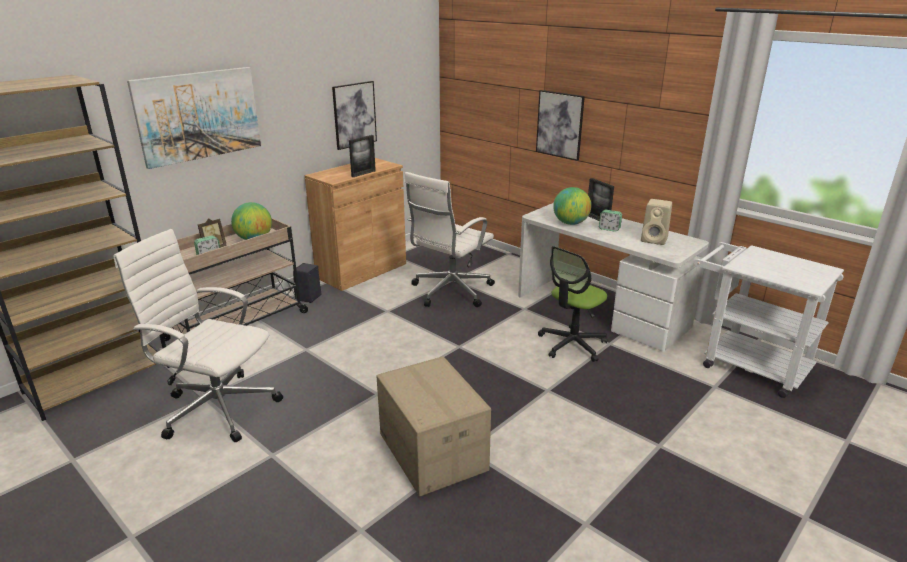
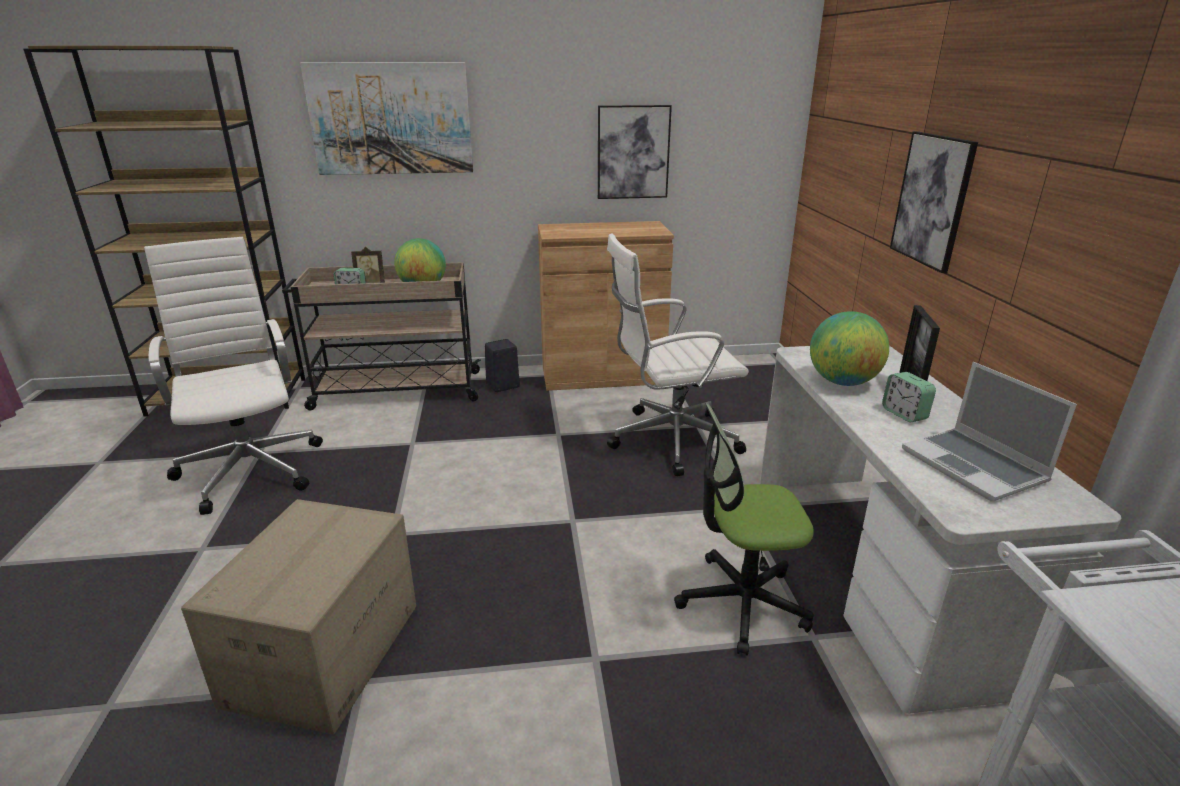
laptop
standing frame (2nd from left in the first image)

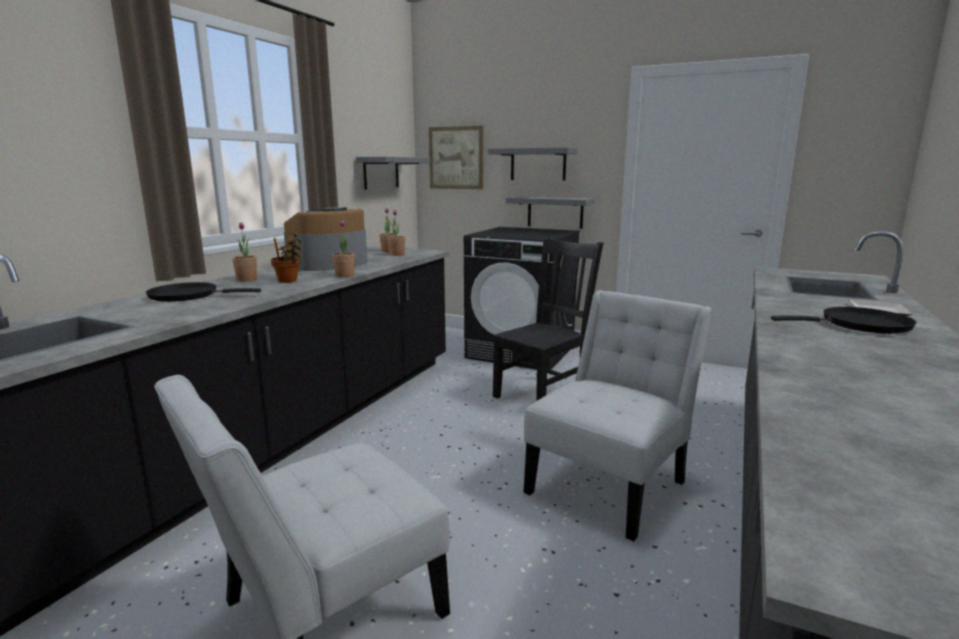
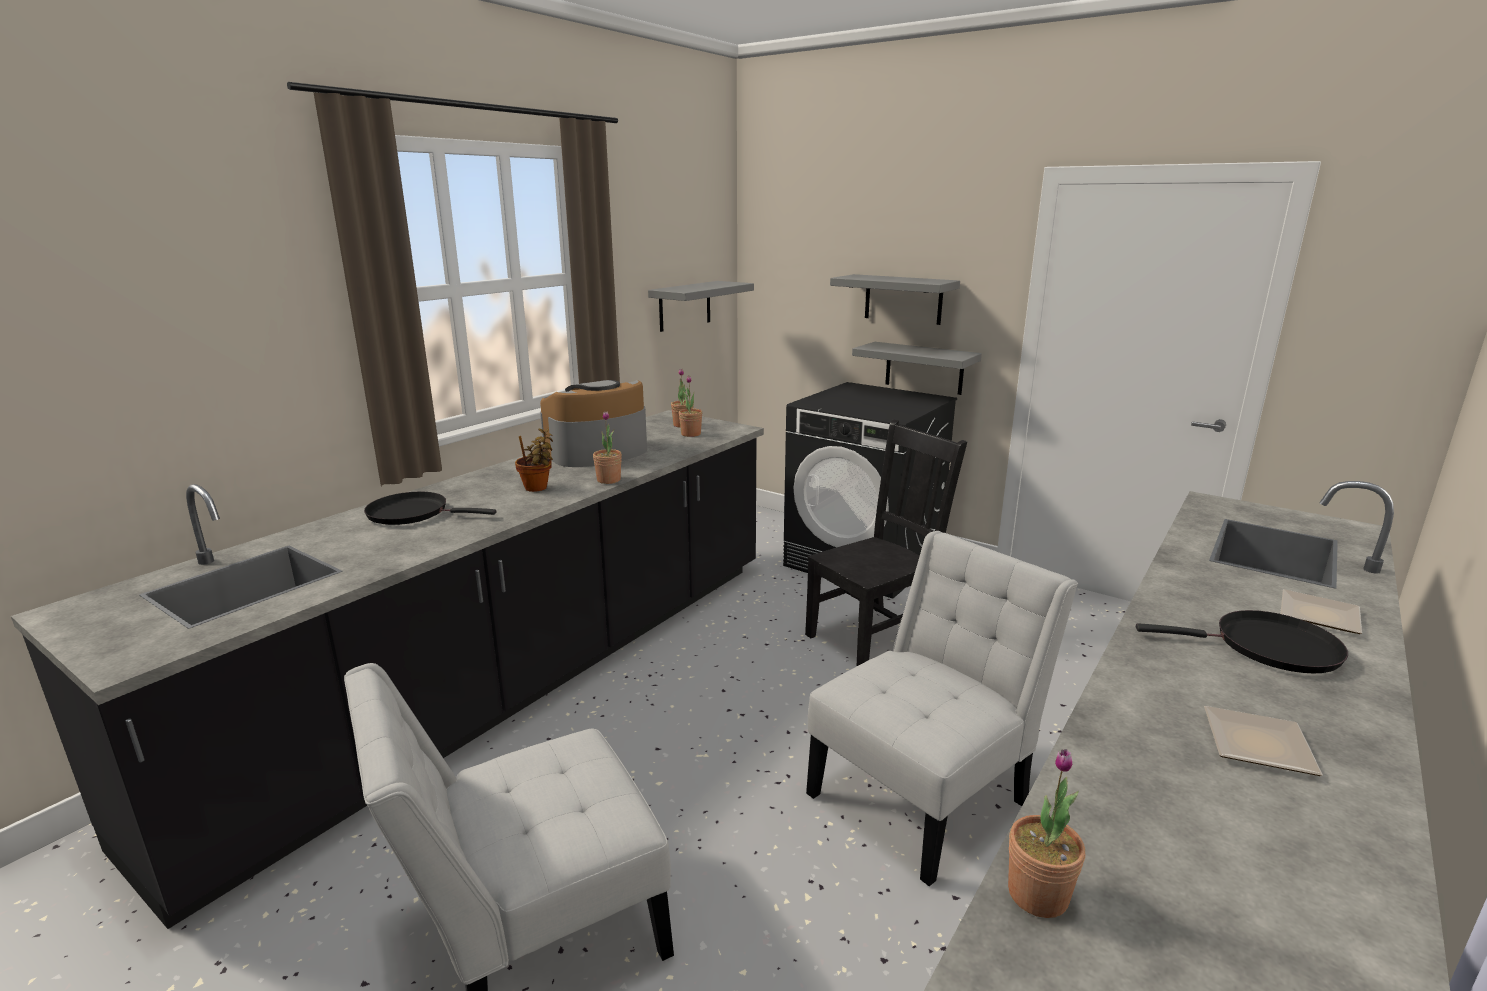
houseplant (5th from left)
dinner plate (1st from left)
wall art

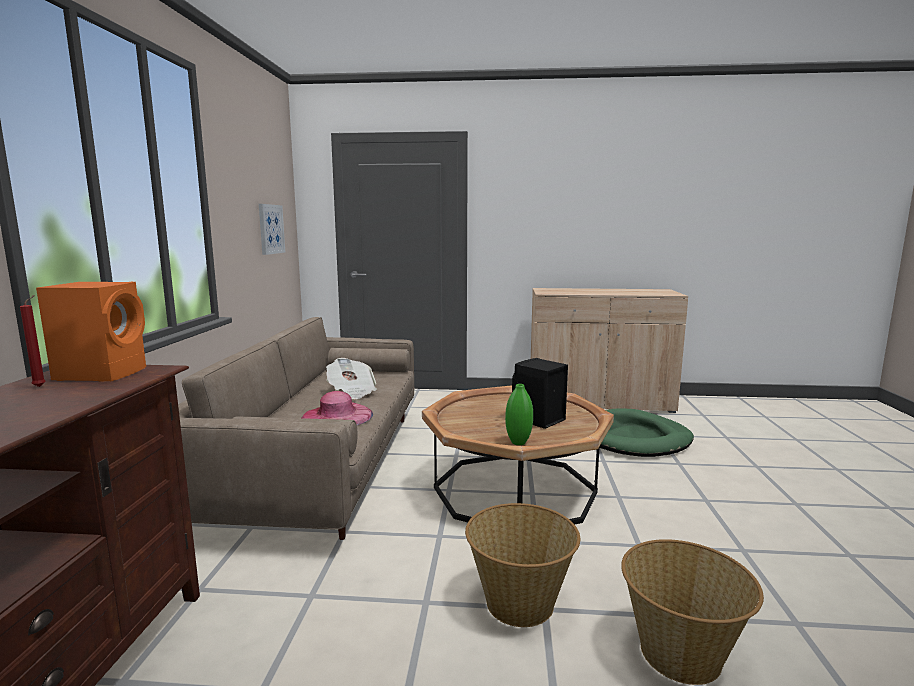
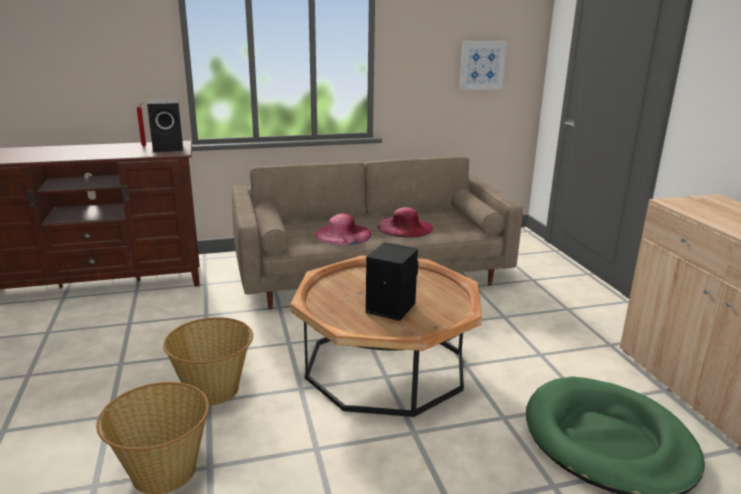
blackish audio speaker (1st from left)
pinkish wearable hat (2nd from left)
green decorative vase

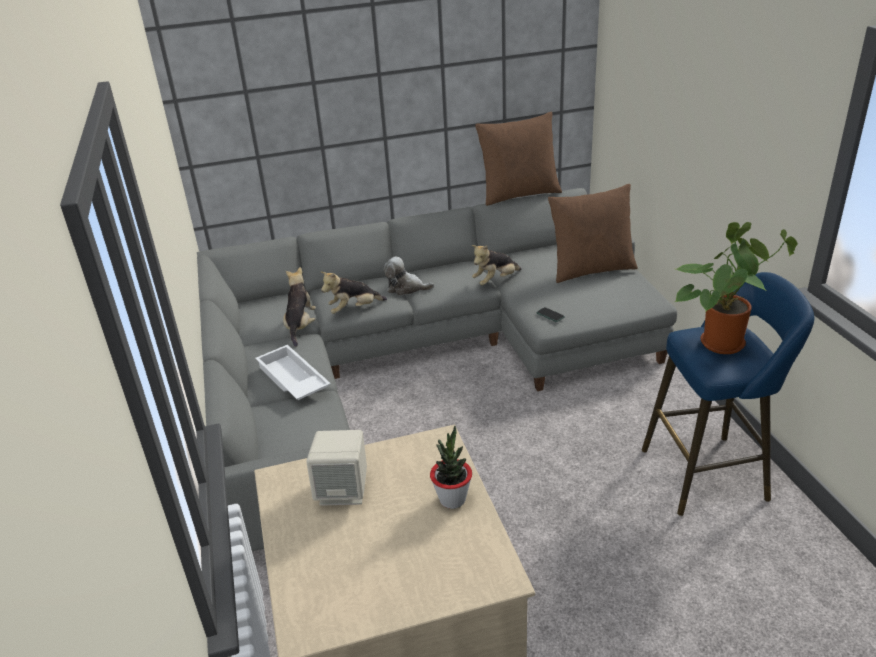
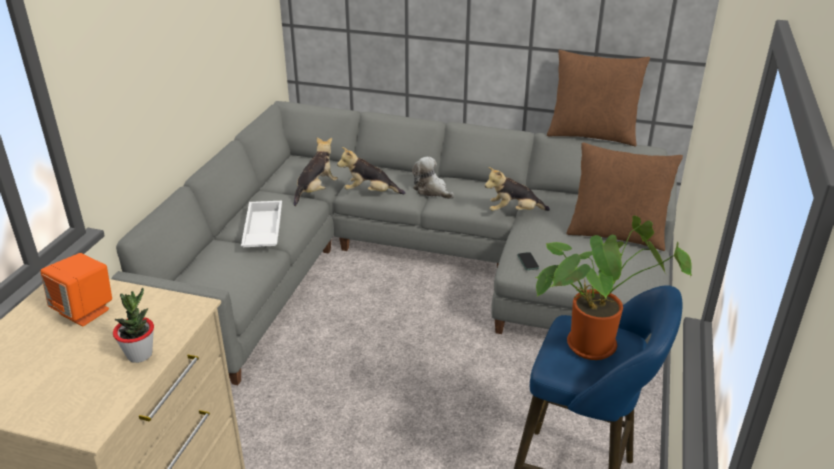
orange audio speaker

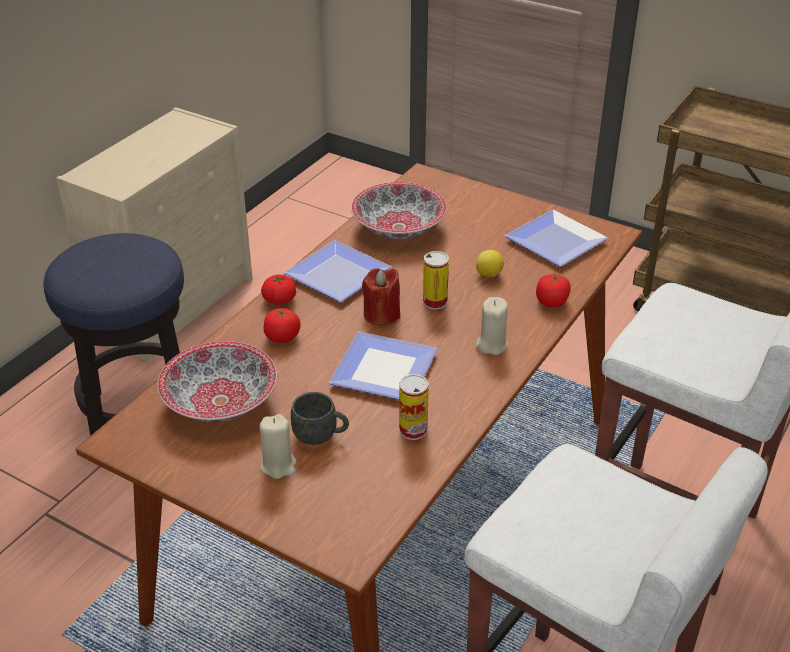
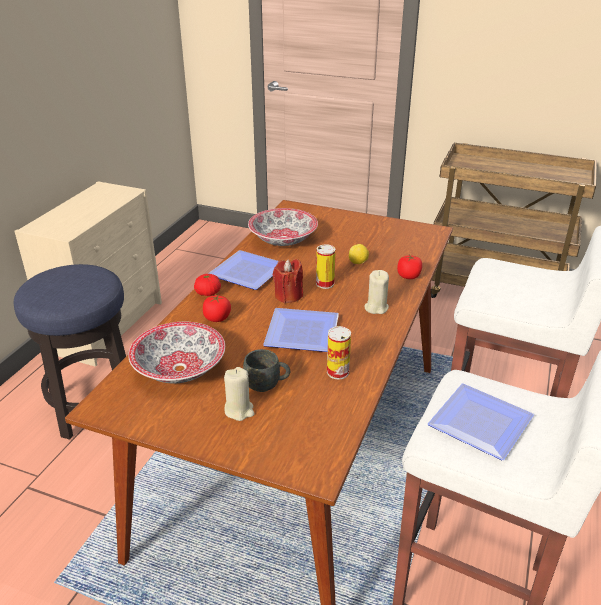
dinner plate (3rd from left)

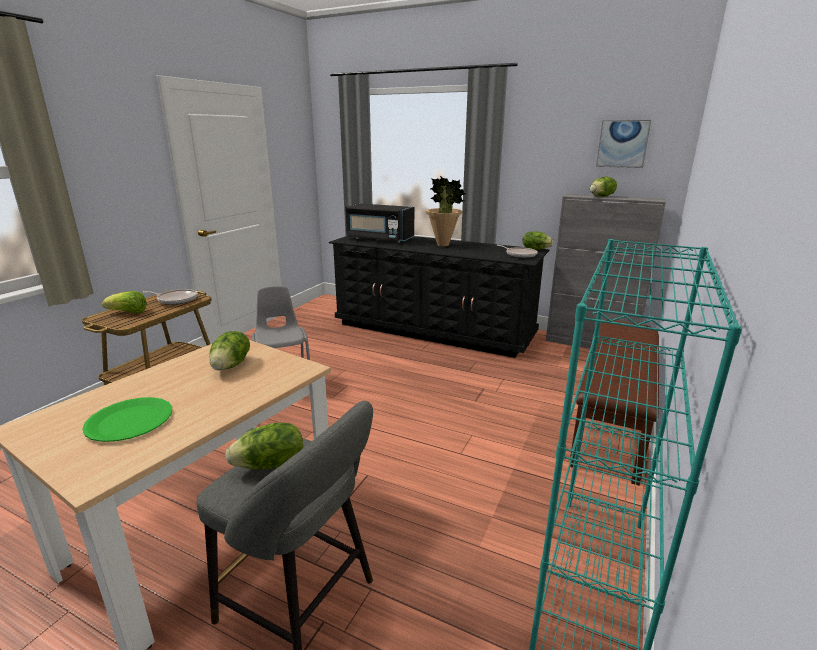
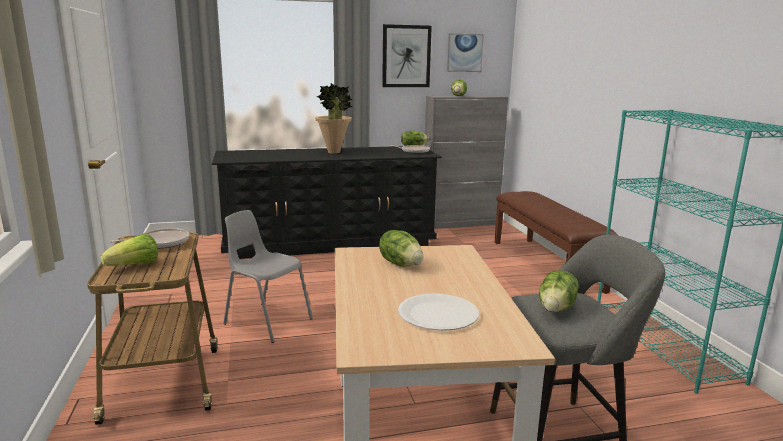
wall art (1st from left)
white-coloured dinner plate
blackish microwave oven

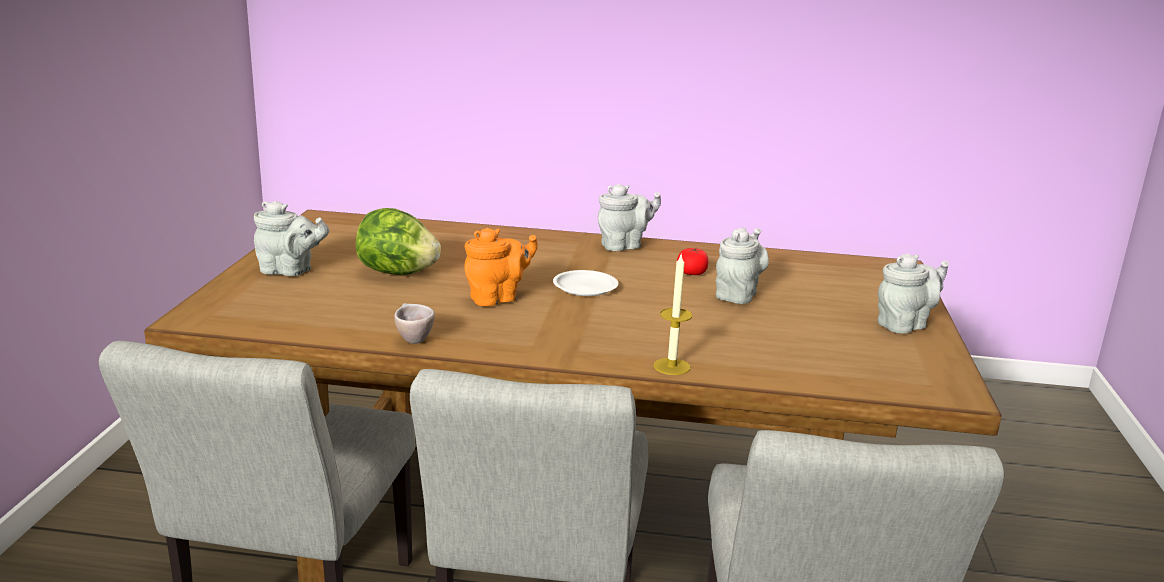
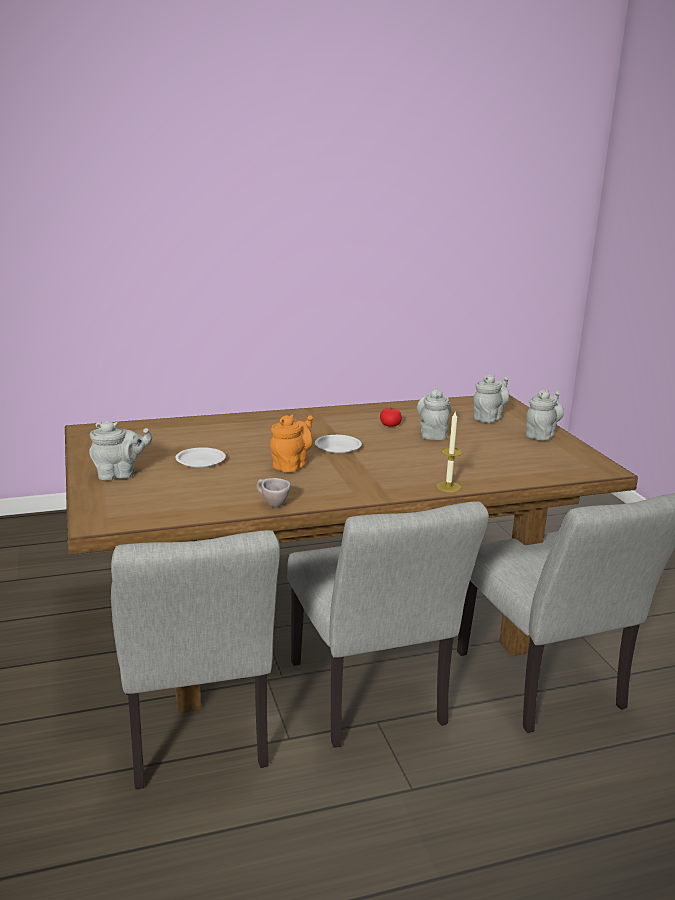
white-coloured dinner plate (1st from left)
grey pot for tea (3rd from left)

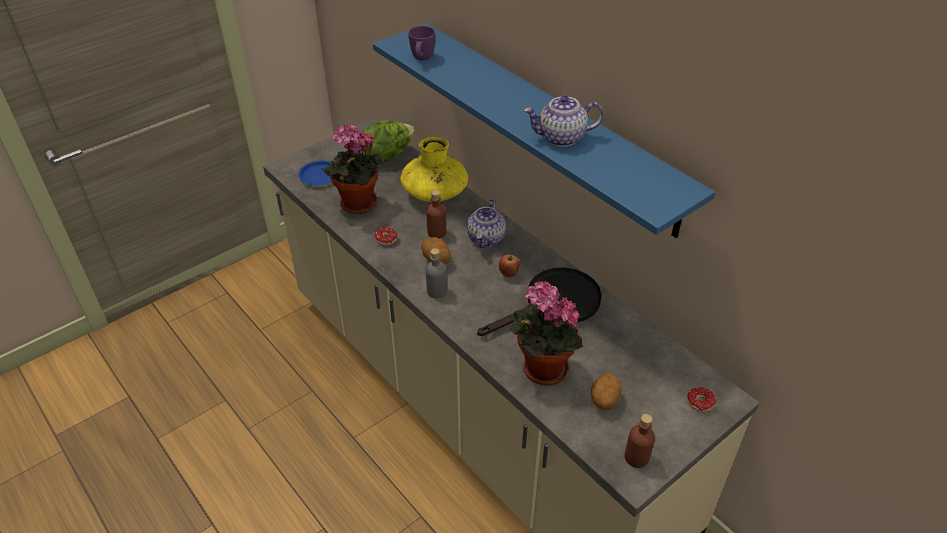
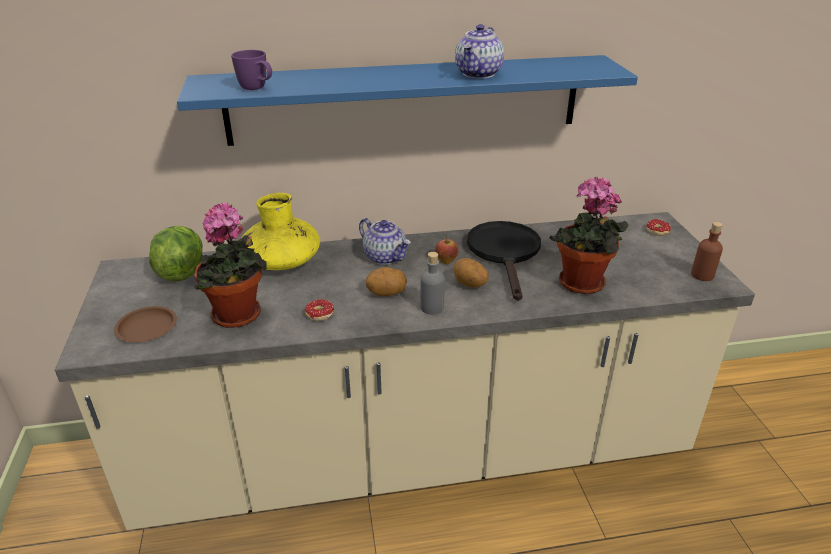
brown dinner plate
spud (2nd from left)
brown beverage bottle (1st from left in the first image)

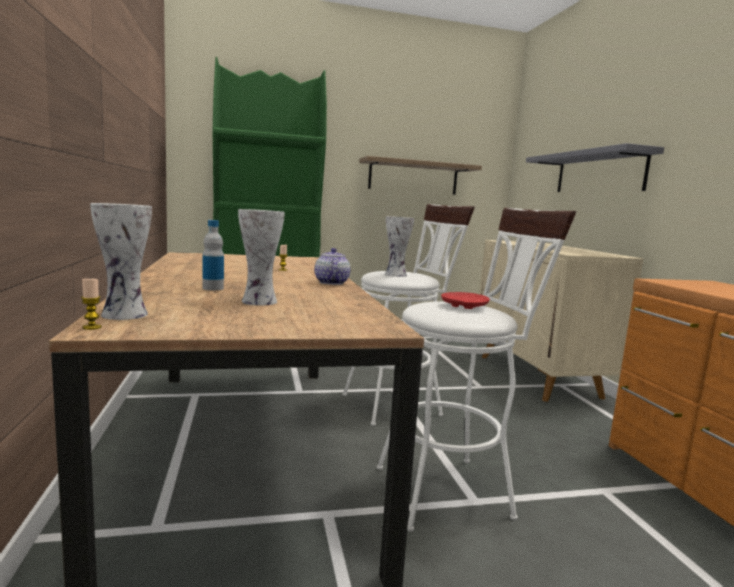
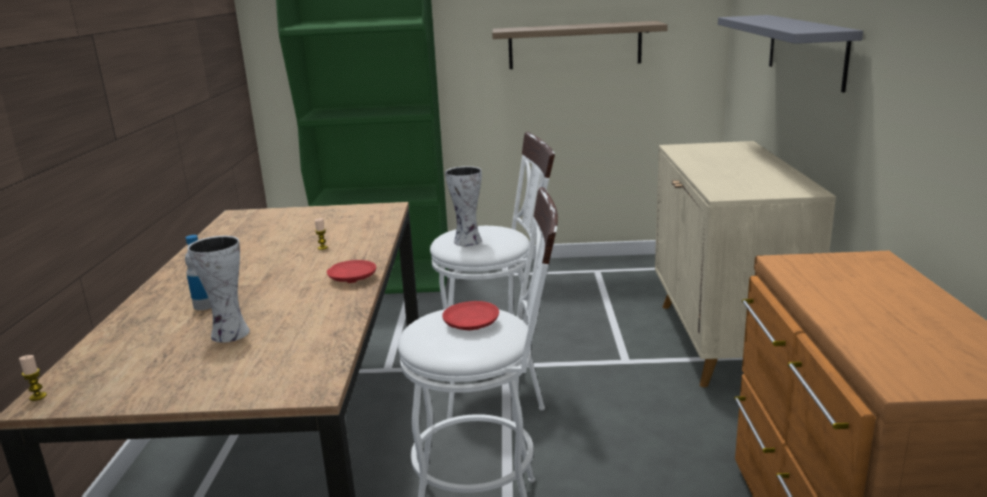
red dinner plate (1st from left)
decorative vase (1st from left in the first image)

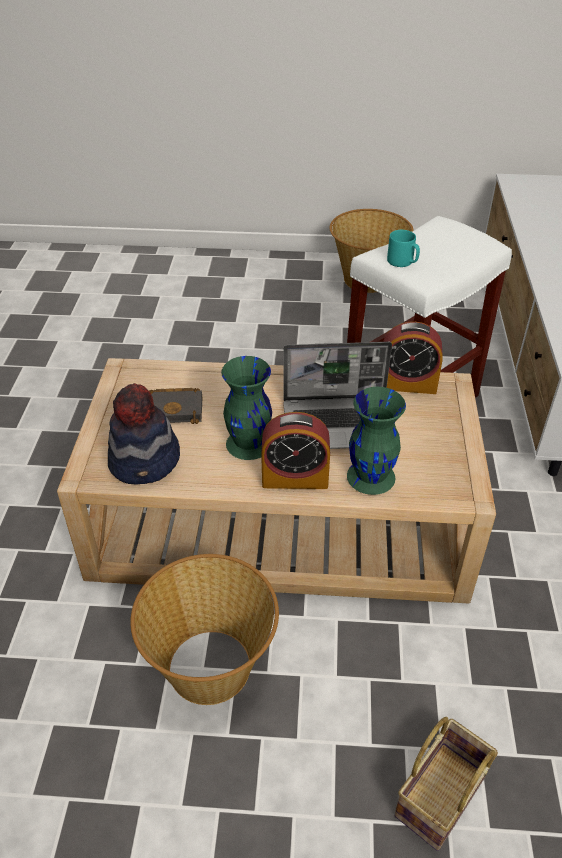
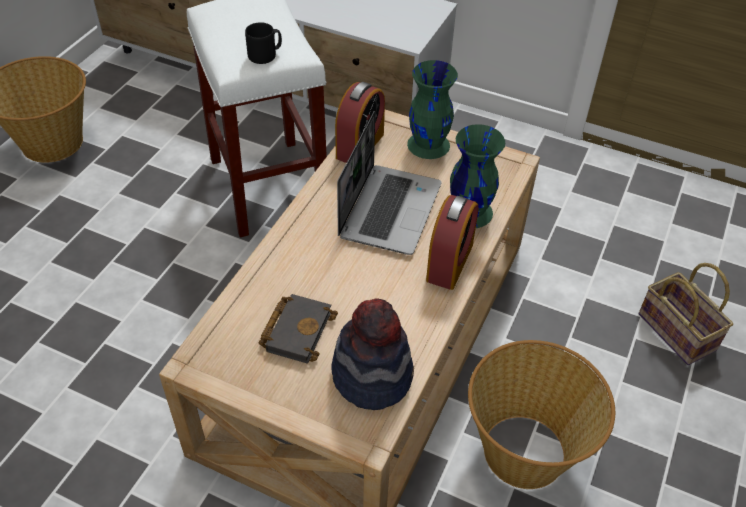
blackish mug
green decorative vase (1st from left)

